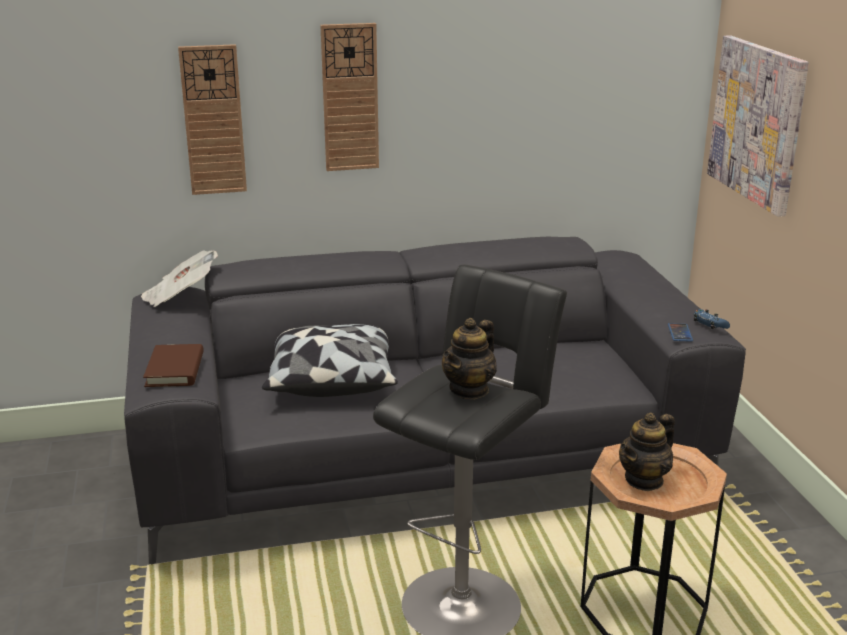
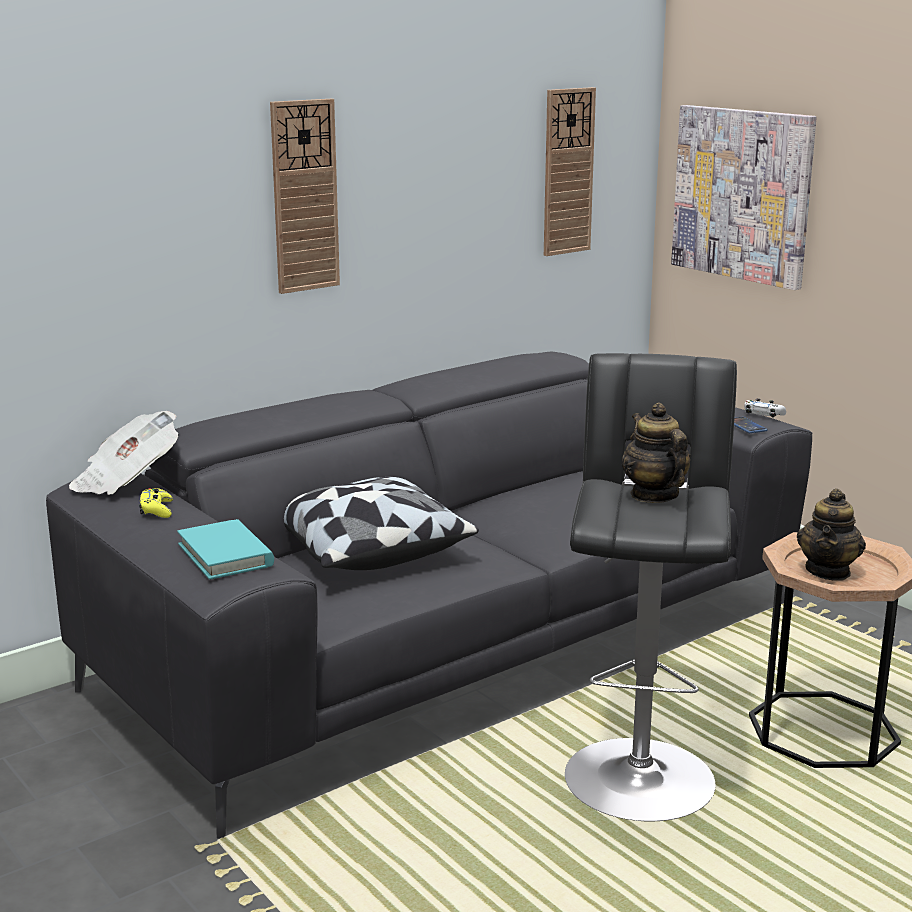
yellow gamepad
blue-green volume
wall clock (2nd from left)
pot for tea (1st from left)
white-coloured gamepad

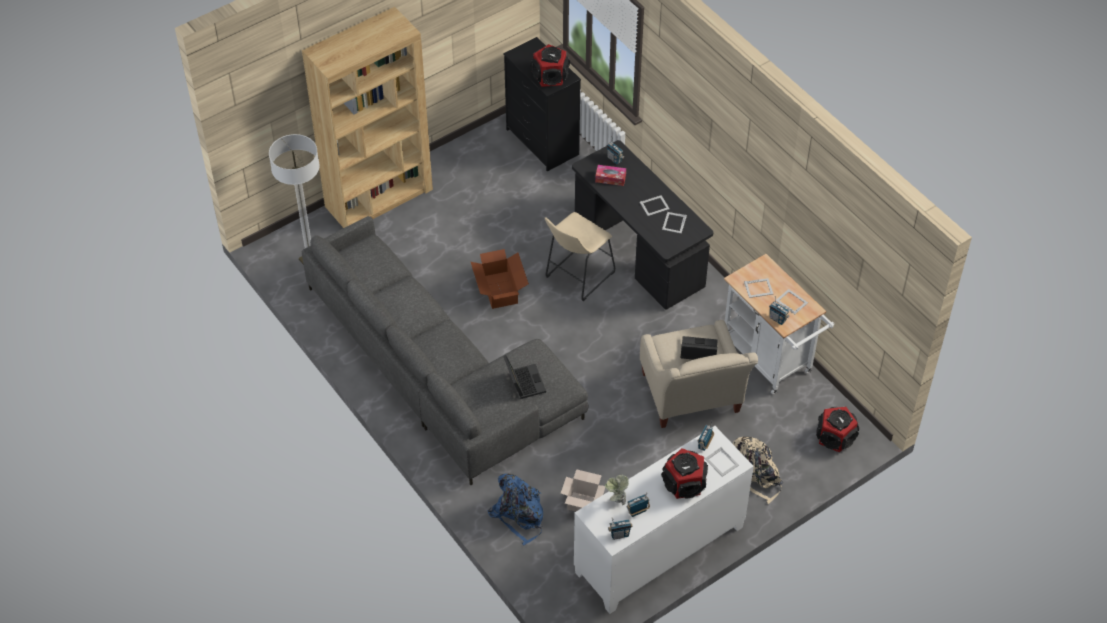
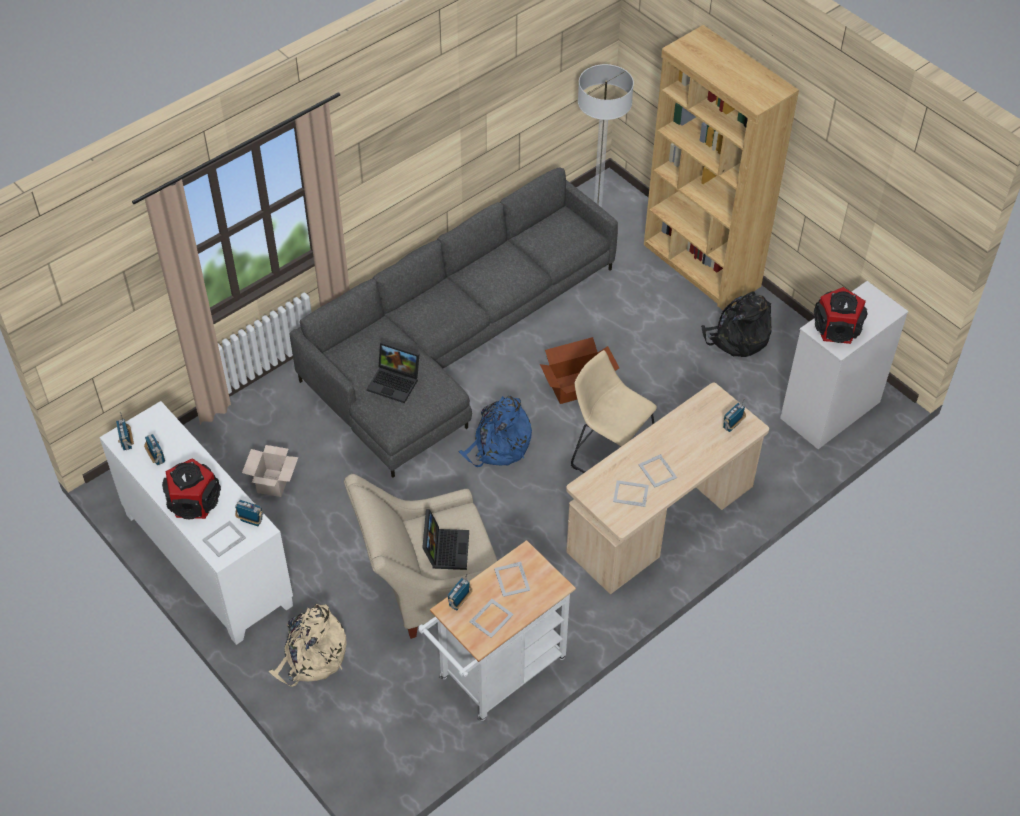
laptop (1st from left)
bluish knapsack
sand-coloured desk
blackish knapsack
white-coloured drawer chest
box of tissues
houseplant
audio speaker (3rd from left in the first image)

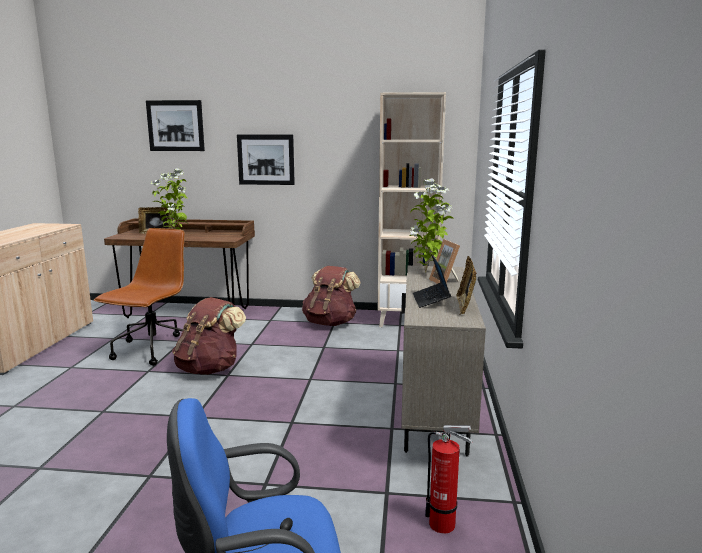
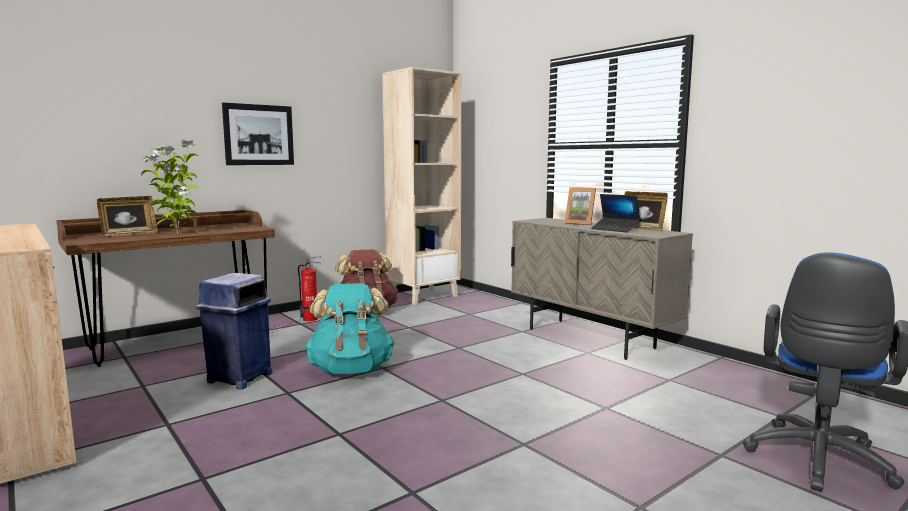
bluish trash can
fire extinguisher
blue-green knapsack
wall art (1st from left in the first image)
houseplant (2nd from left in the first image)

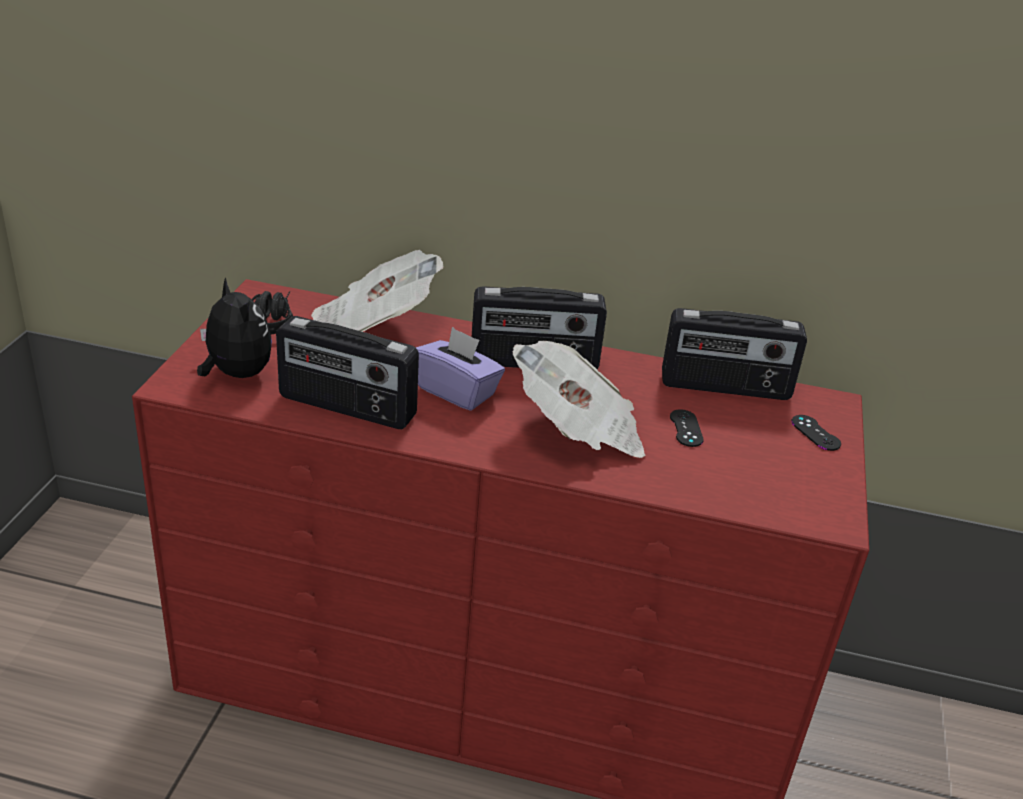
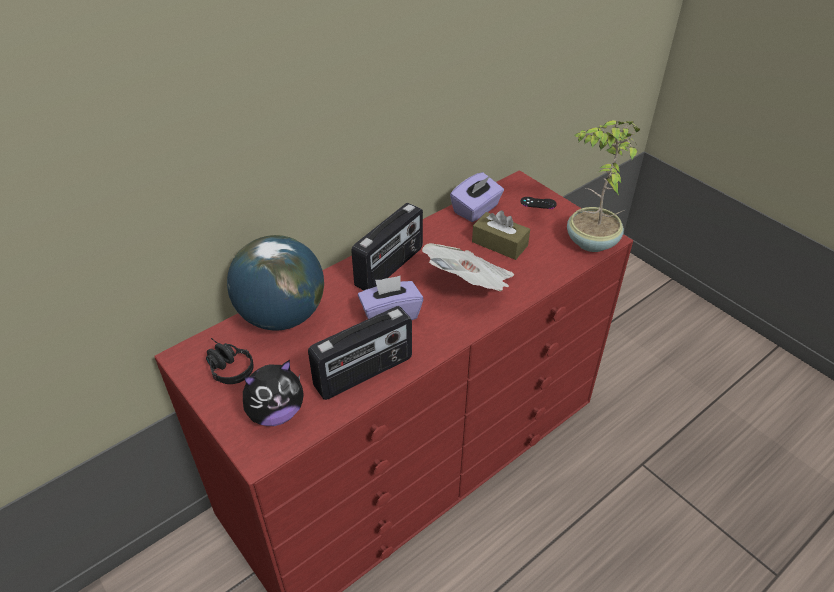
globe
soft toy
purple-coloured box of tissues (2nd from left)
brown box of tissues
houseplant

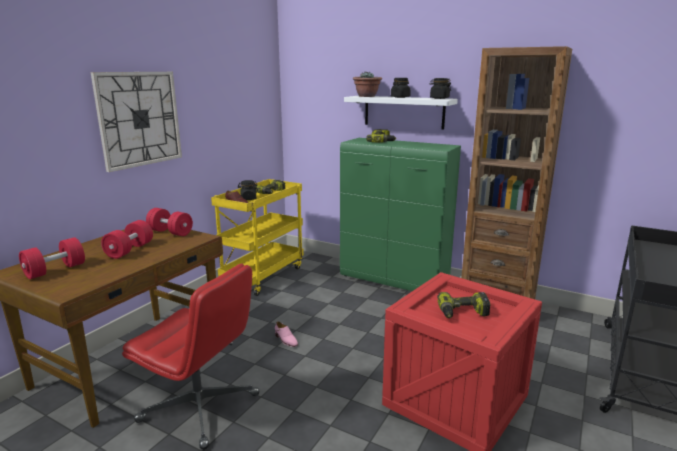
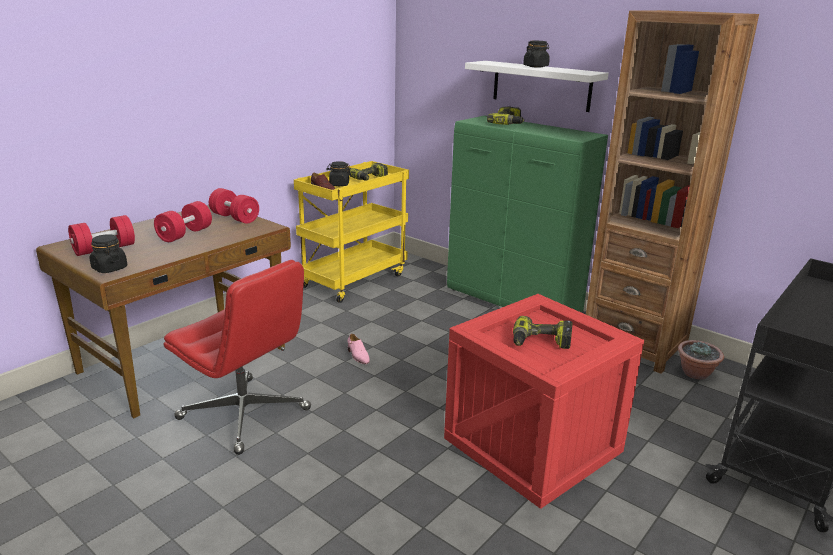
blackish jar (1st from left)
houseplant
wall clock

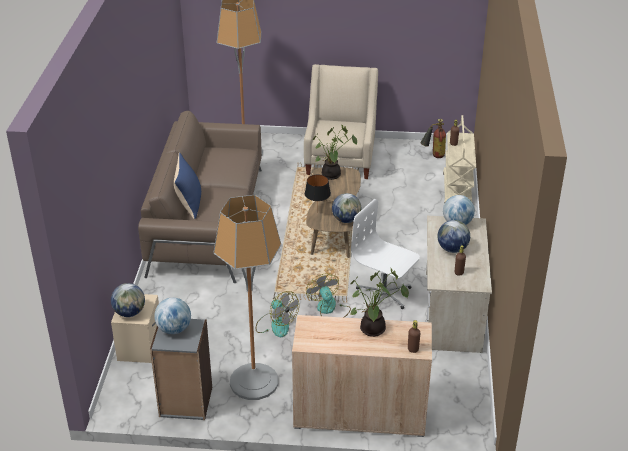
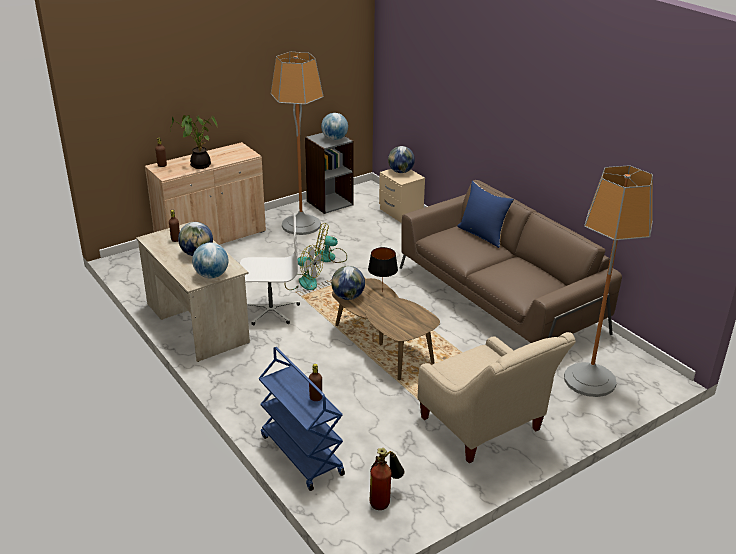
bluish cart
houseplant (1st from left in the first image)

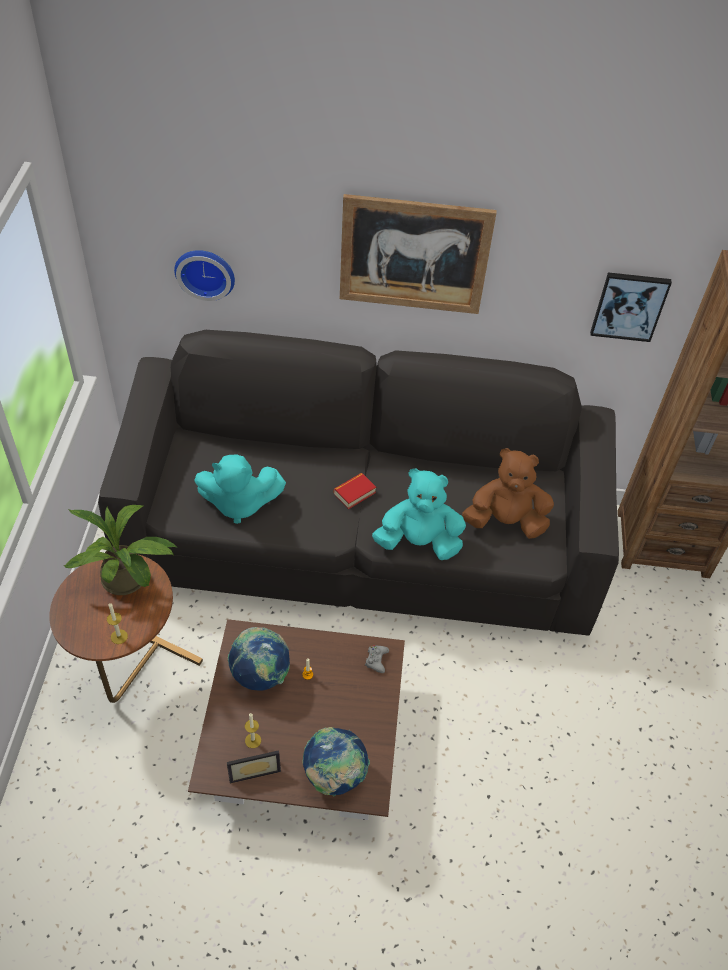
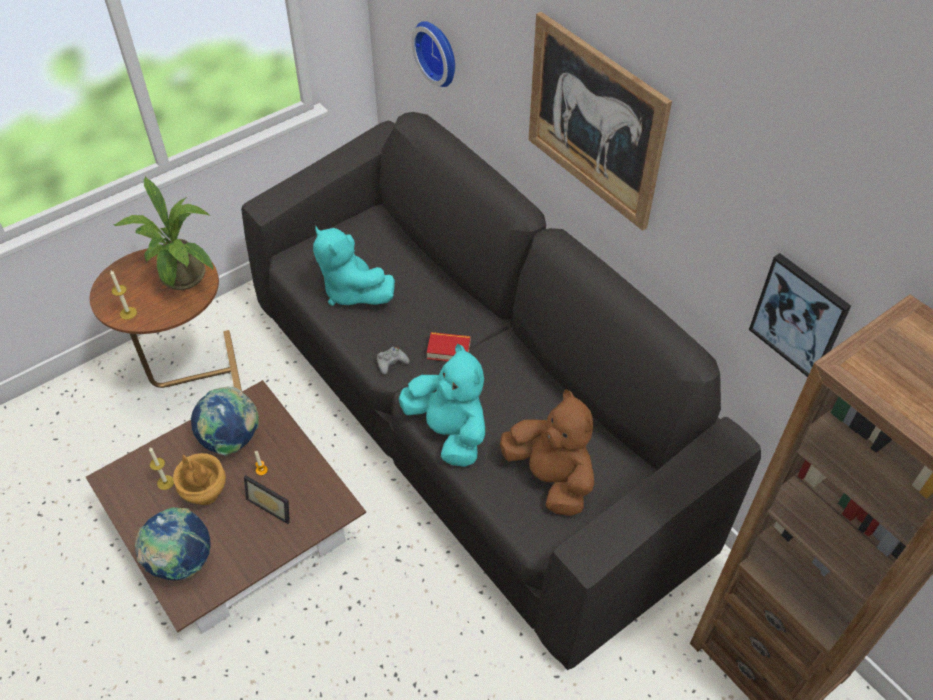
brown decorative vase
standing frame
grey gamepad

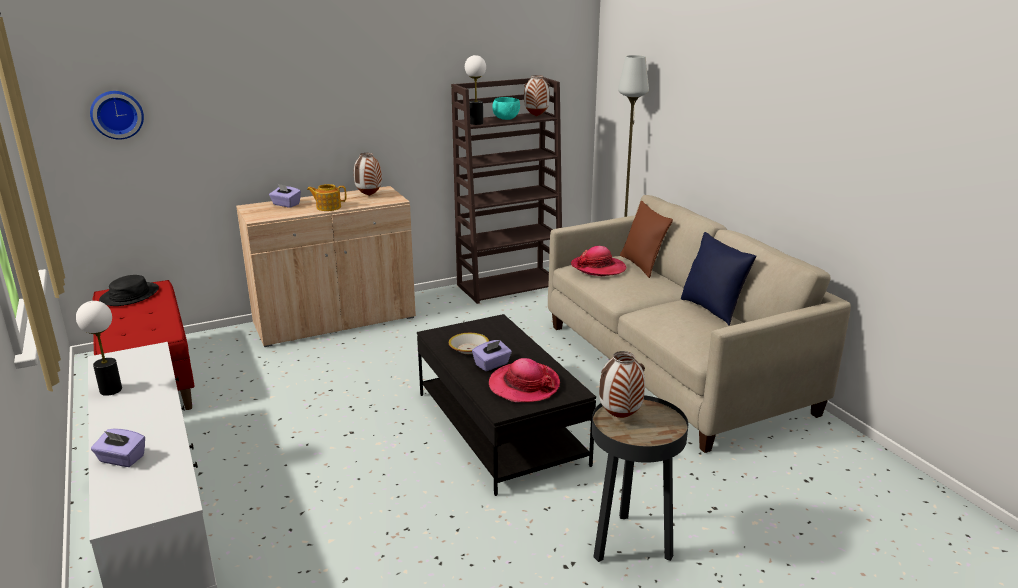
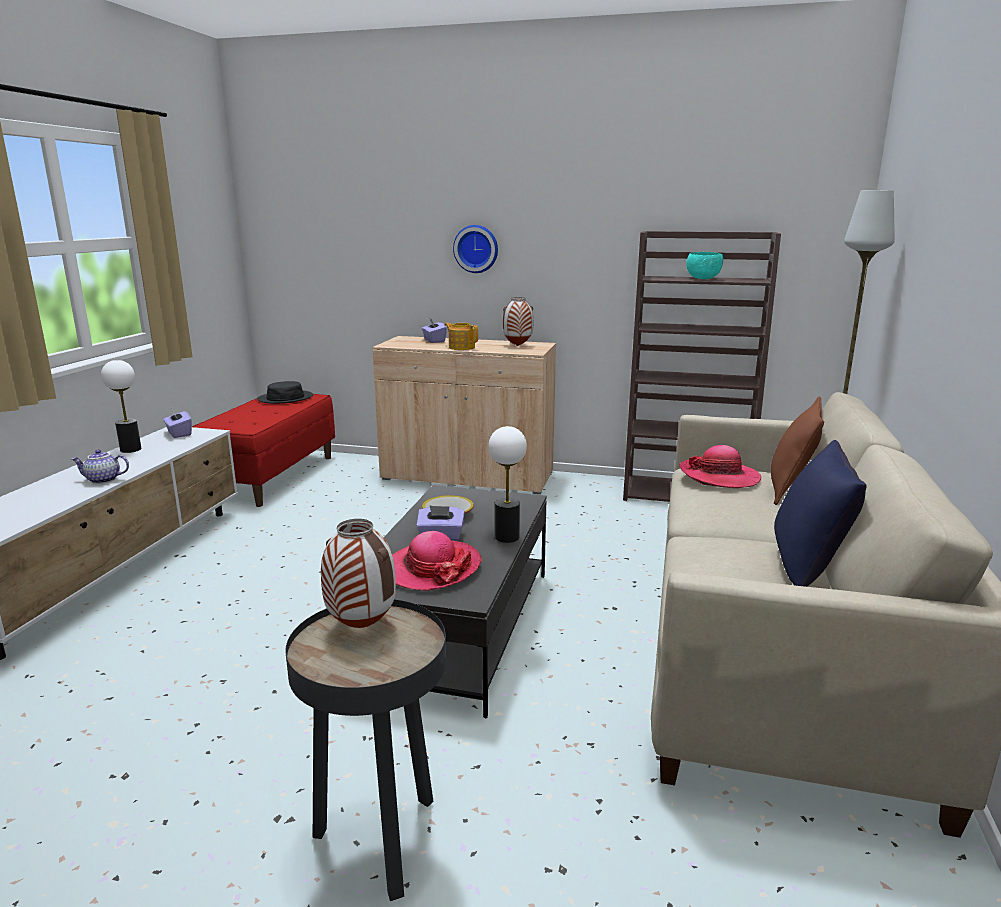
pot for tea (1st from left)
purple-coloured box of tissues (1st from left)
wall clock
lamp for a table (2nd from left)
decorative vase (2nd from left in the first image)

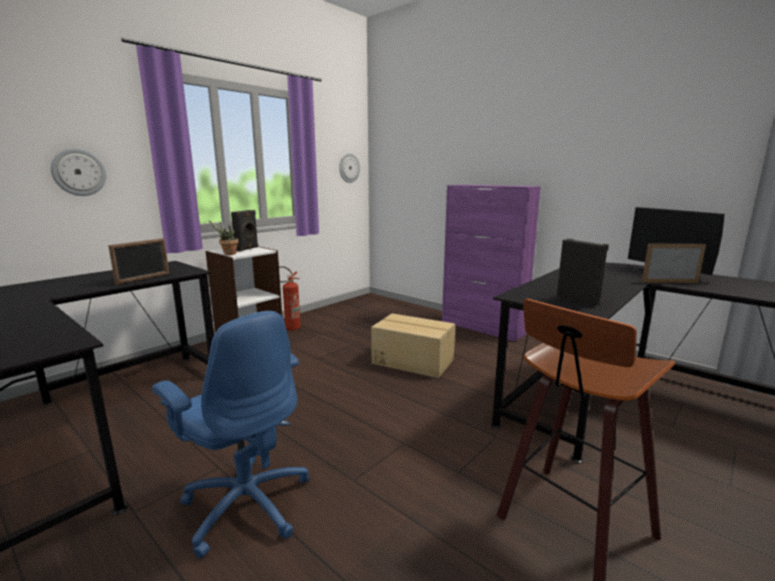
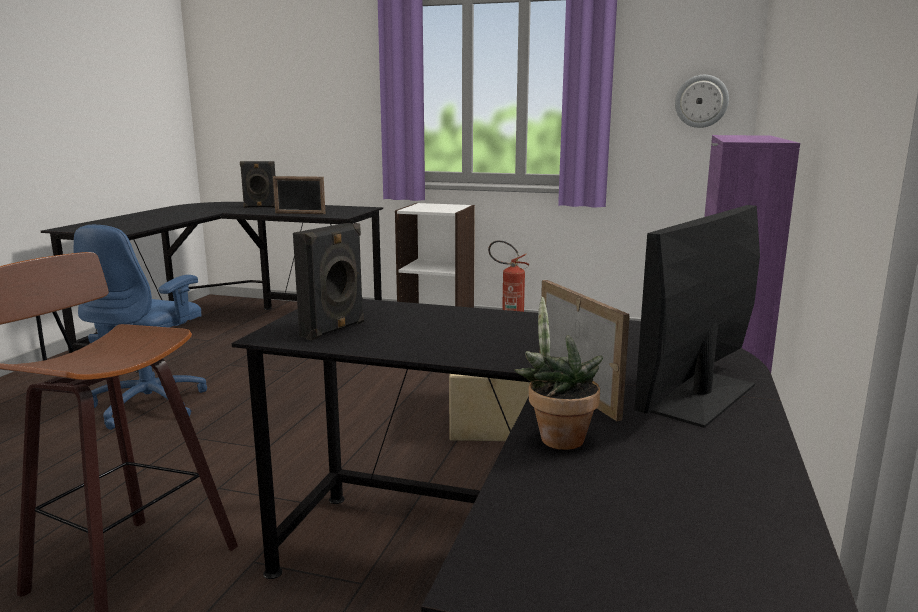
blackish audio speaker (1st from left)
houseplant
wall clock (1st from left in the first image)

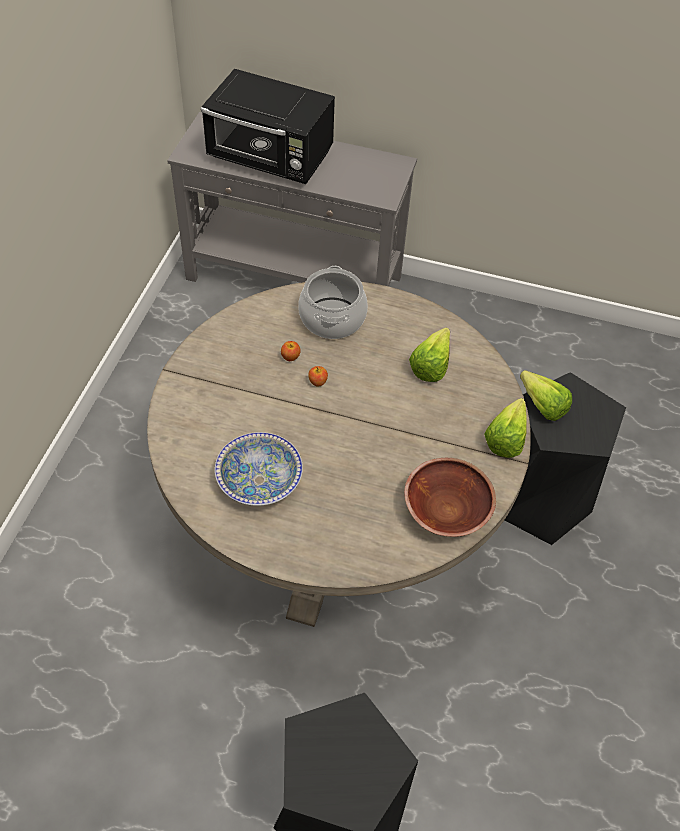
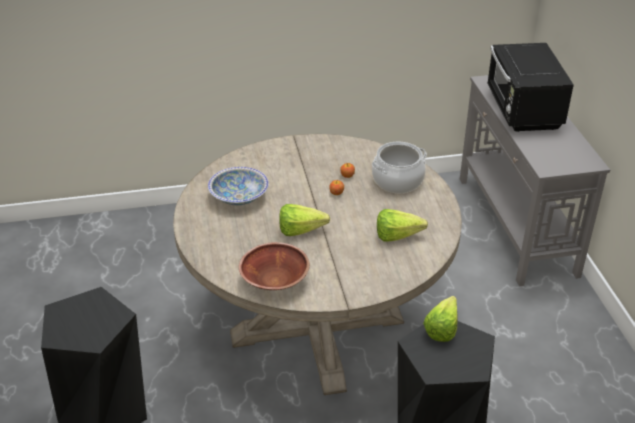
lettuce (1st from left)

